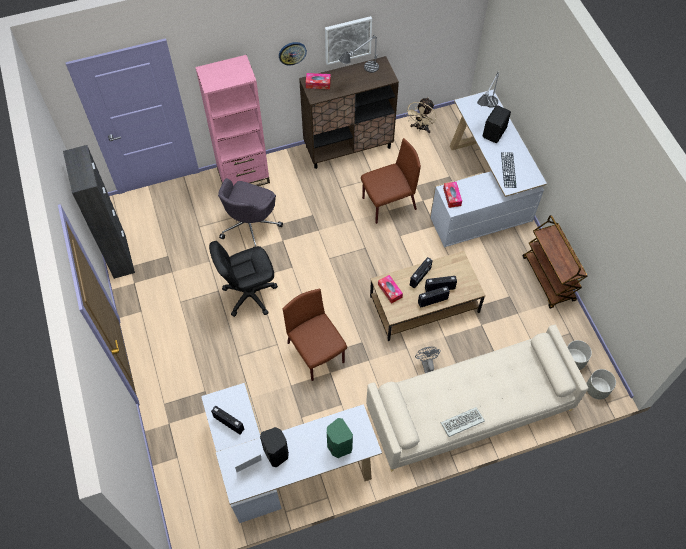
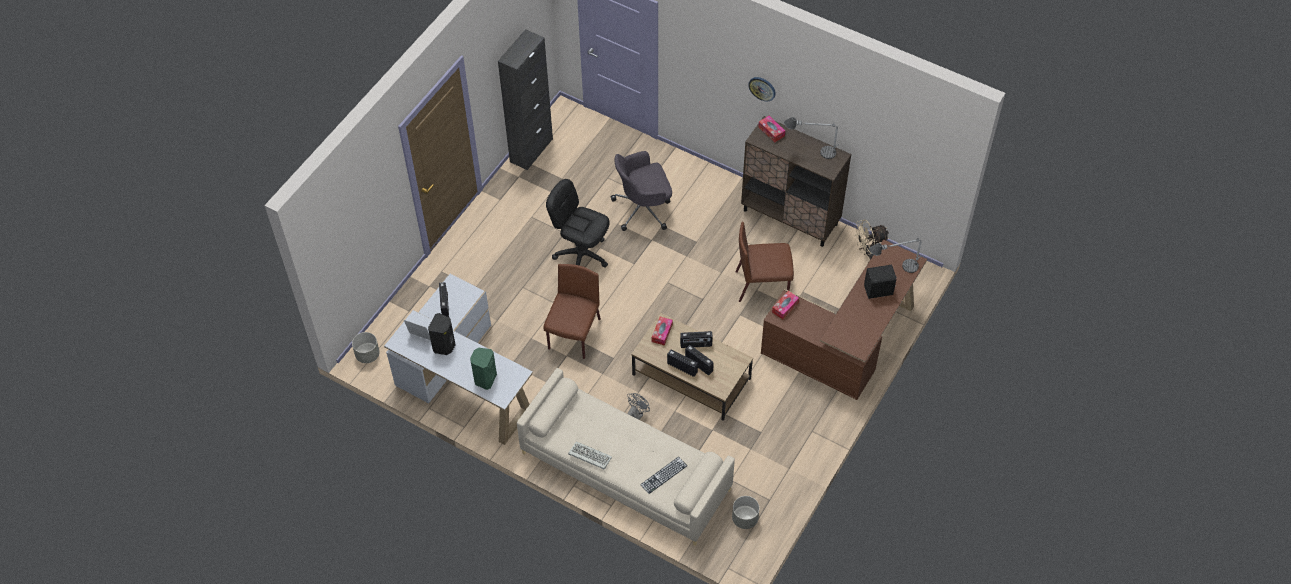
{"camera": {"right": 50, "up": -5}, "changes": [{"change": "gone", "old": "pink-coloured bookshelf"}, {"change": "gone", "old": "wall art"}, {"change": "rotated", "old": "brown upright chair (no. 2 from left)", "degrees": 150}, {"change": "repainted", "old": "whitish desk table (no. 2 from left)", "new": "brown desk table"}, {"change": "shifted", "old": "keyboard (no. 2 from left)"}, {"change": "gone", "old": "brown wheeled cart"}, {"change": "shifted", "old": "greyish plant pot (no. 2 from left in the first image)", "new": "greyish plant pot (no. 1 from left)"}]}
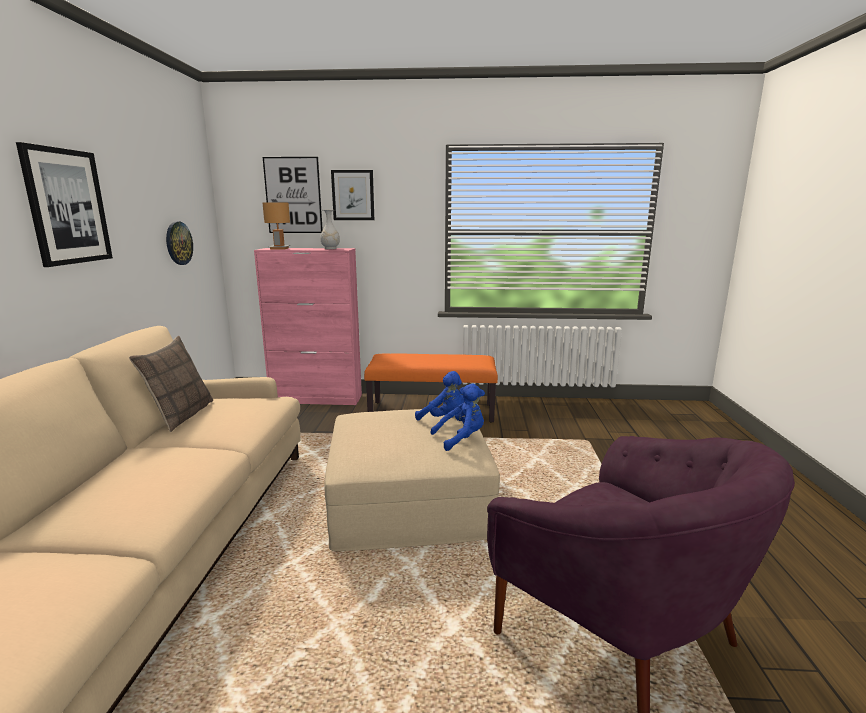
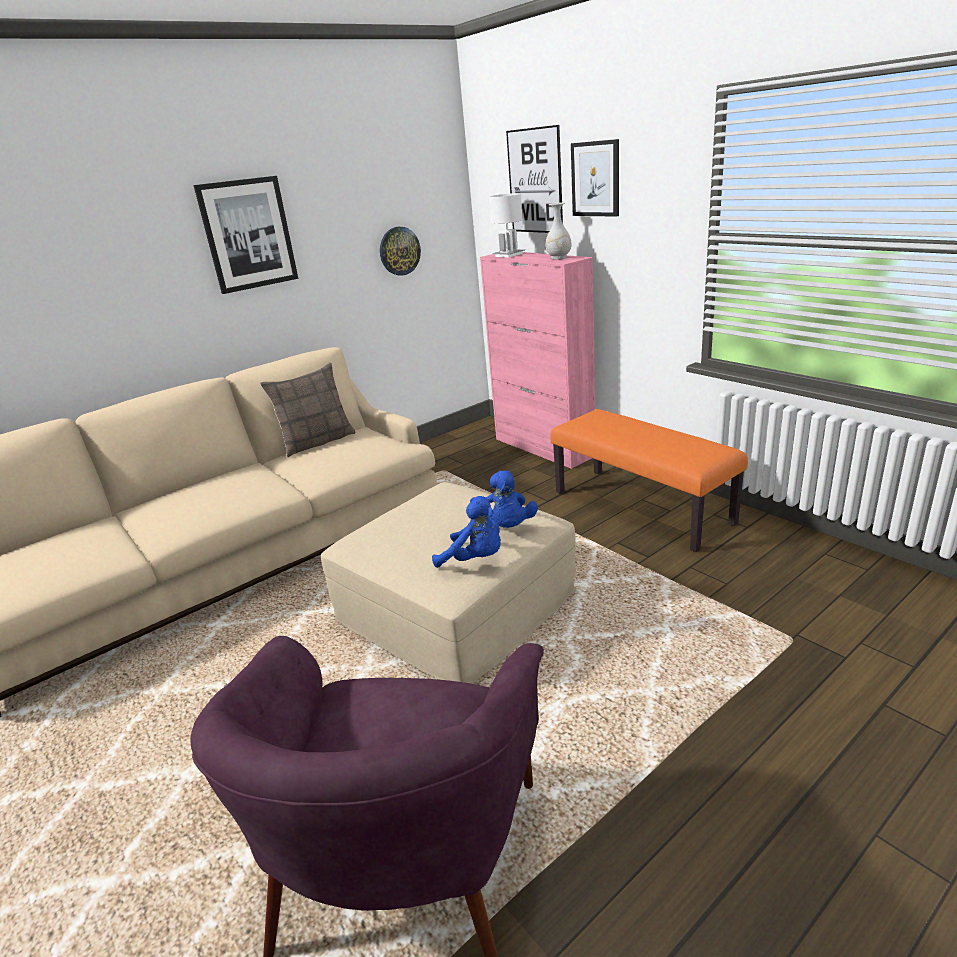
{"camera": {"right": 50, "up": 10}, "changes": [{"change": "repainted", "old": "brown lamp for a table", "new": "whitish lamp for a table"}]}
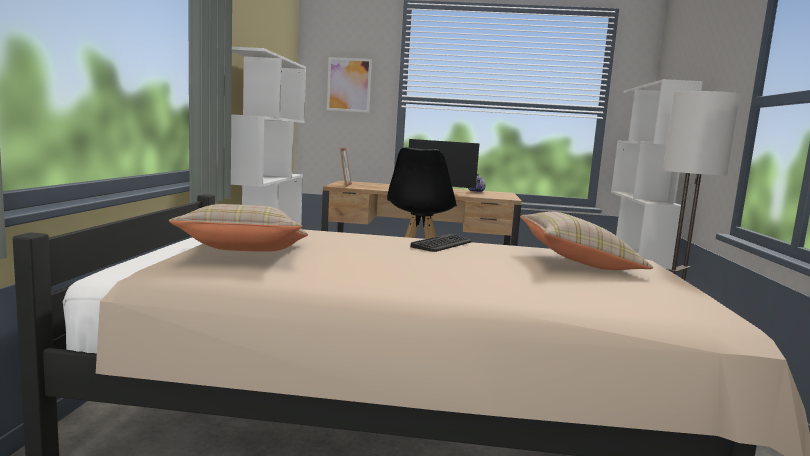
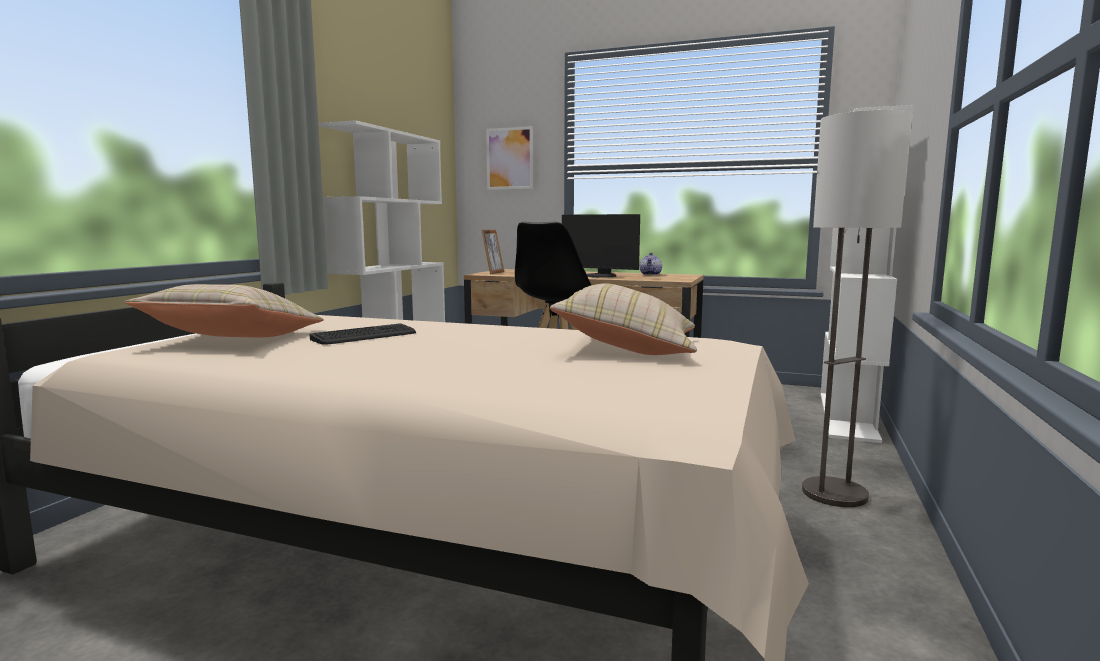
{"camera": {"right": 15, "up": 0}, "changes": [{"change": "shifted", "old": "keyboard"}]}
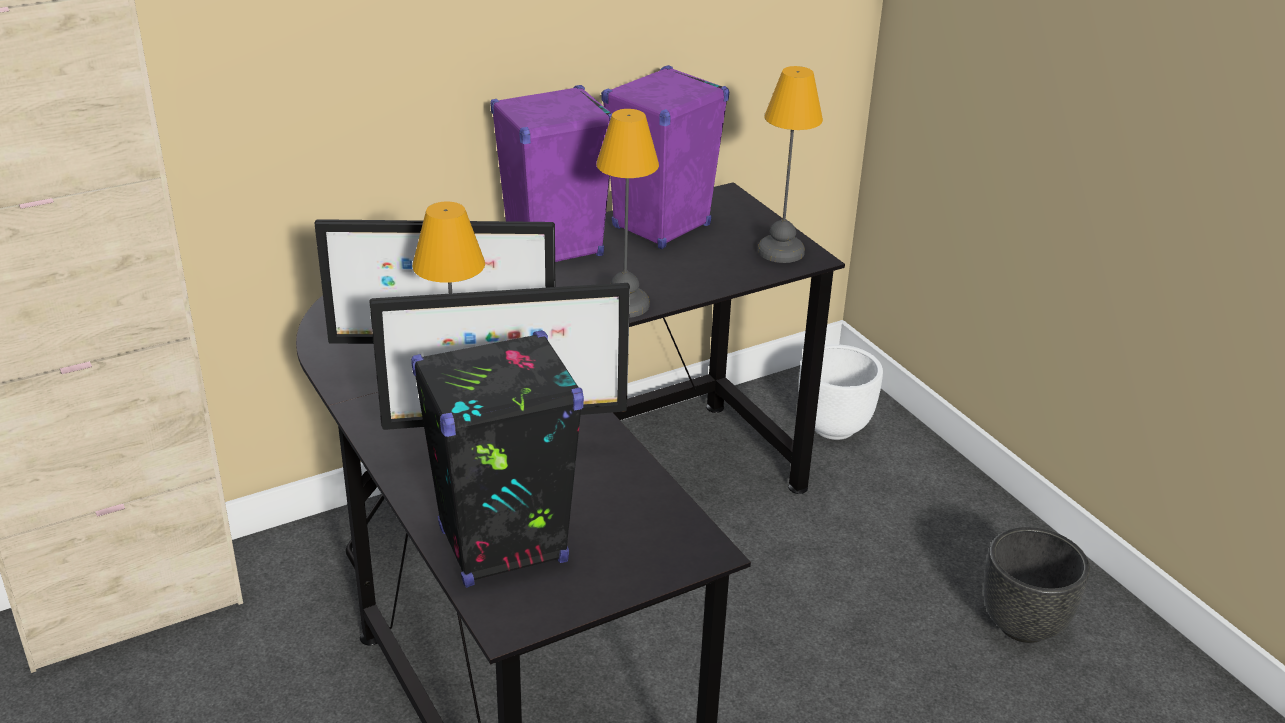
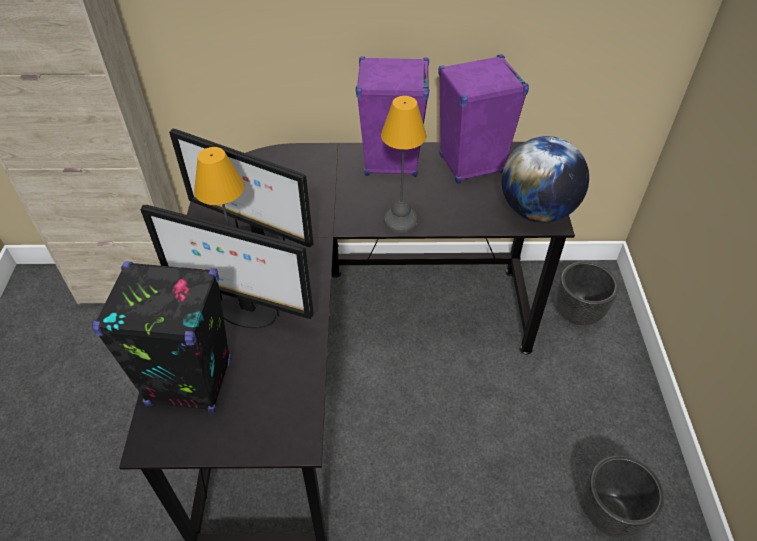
{"camera": {"right": 30, "up": 15}, "changes": [{"change": "swapped", "old": "lamp for a table (no. 3 from left)", "new": "desk globe"}, {"change": "repainted", "old": "whitish plant pot", "new": "black-coloured plant pot (no. 1 from left)"}]}
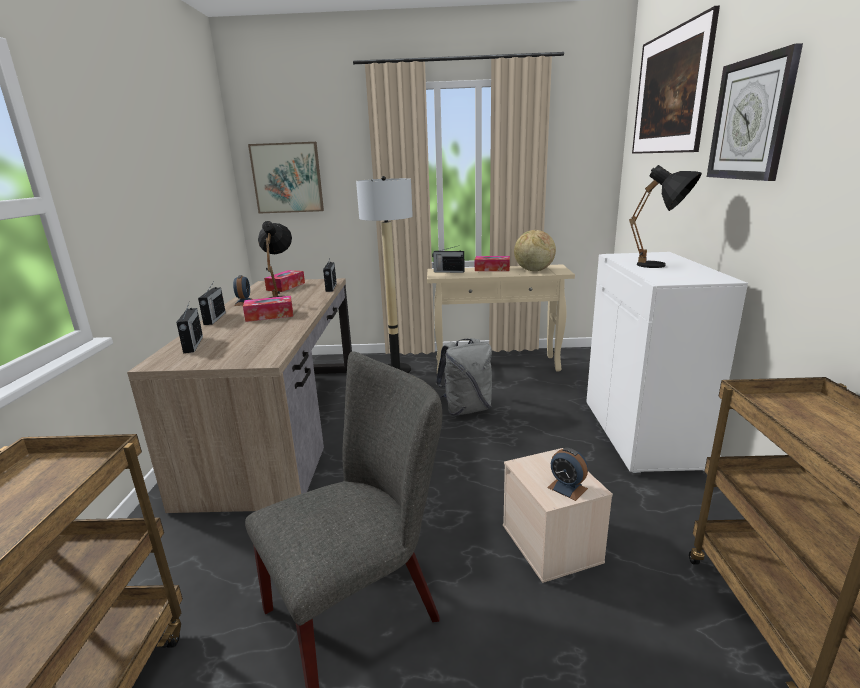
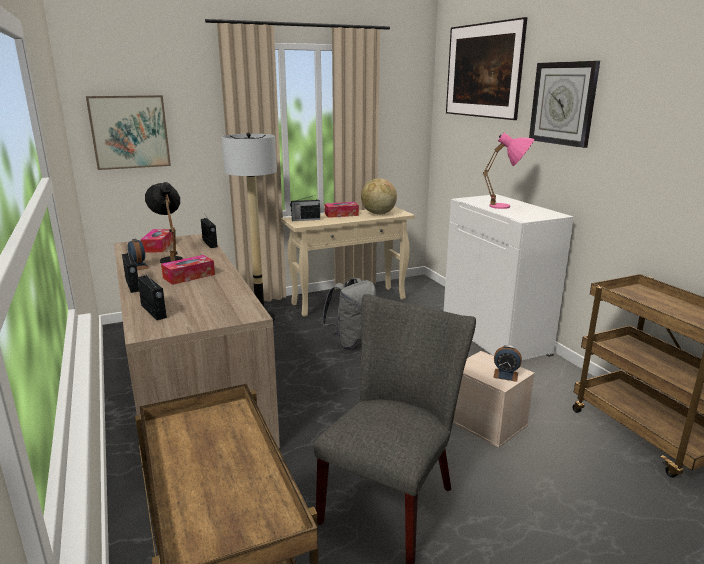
{"camera": {"right": -25, "up": 0}, "changes": [{"change": "repainted", "old": "black-coloured lamp for a table (no. 2 from left)", "new": "pink-coloured lamp for a table"}]}
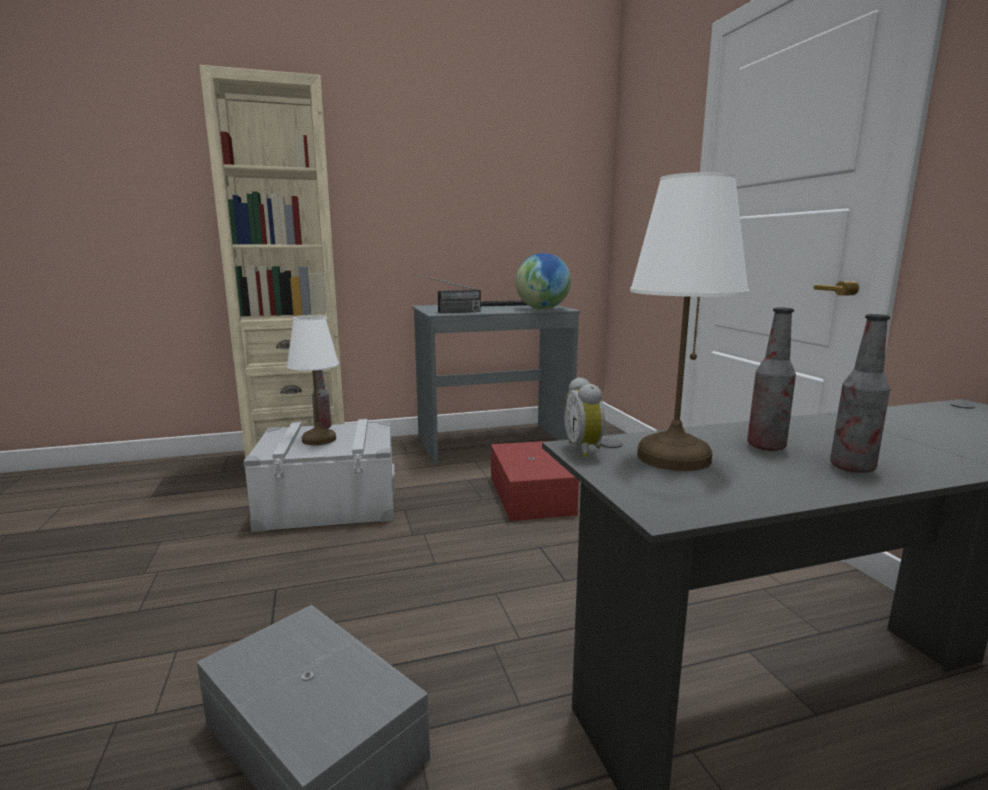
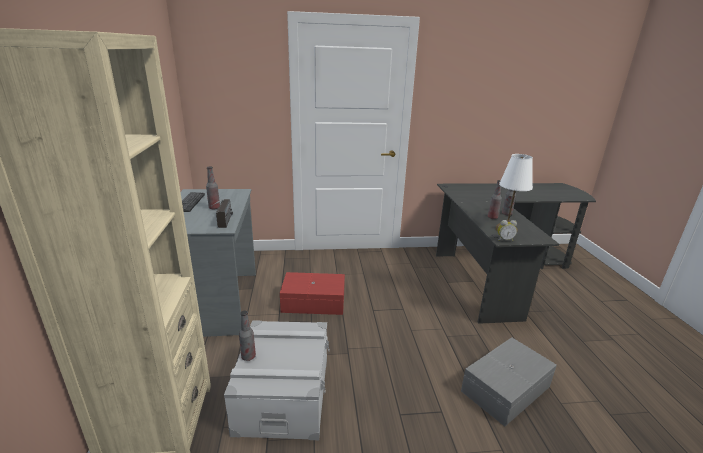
{"camera": {"right": -80, "up": 10}, "changes": [{"change": "gone", "old": "whitish lamp for a table (no. 1 from left)"}, {"change": "gone", "old": "desk globe"}, {"change": "new", "new": "bottle (no. 1 from left)"}]}
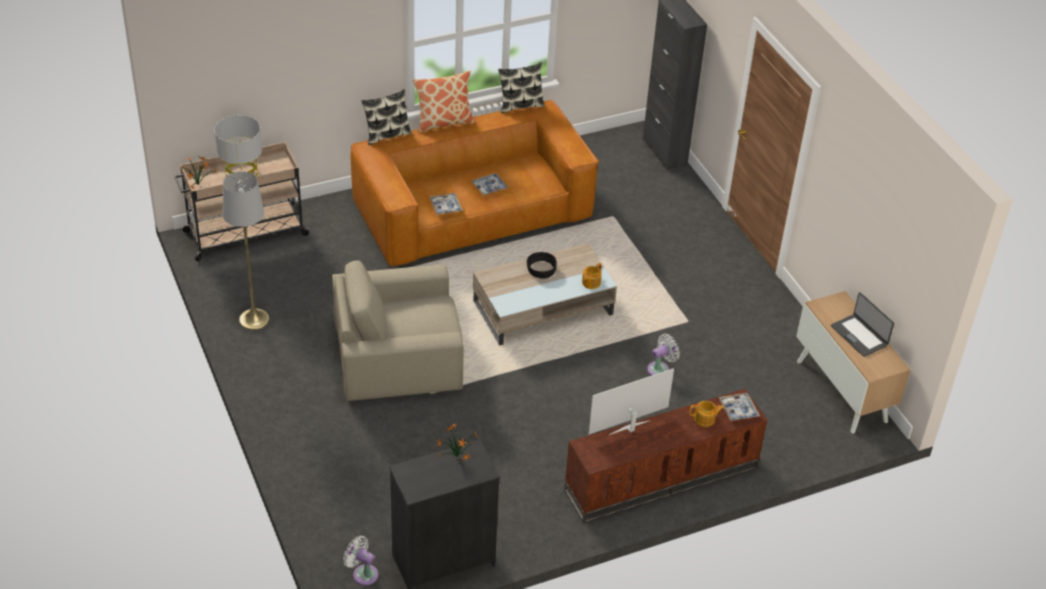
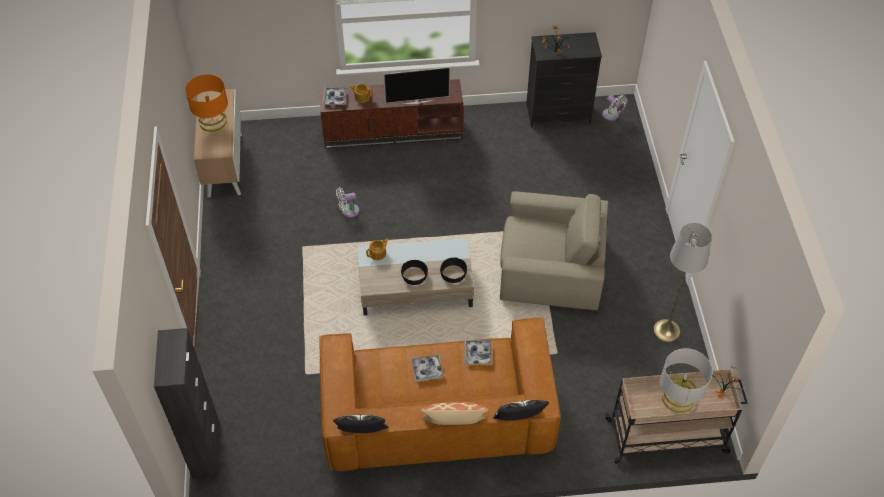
{"camera": {"right": -160, "up": 10}, "changes": [{"change": "swapped", "old": "portable computer", "new": "orangey lamp for a table"}, {"change": "new", "new": "black-coloured deep dish (no. 2 from left)"}]}
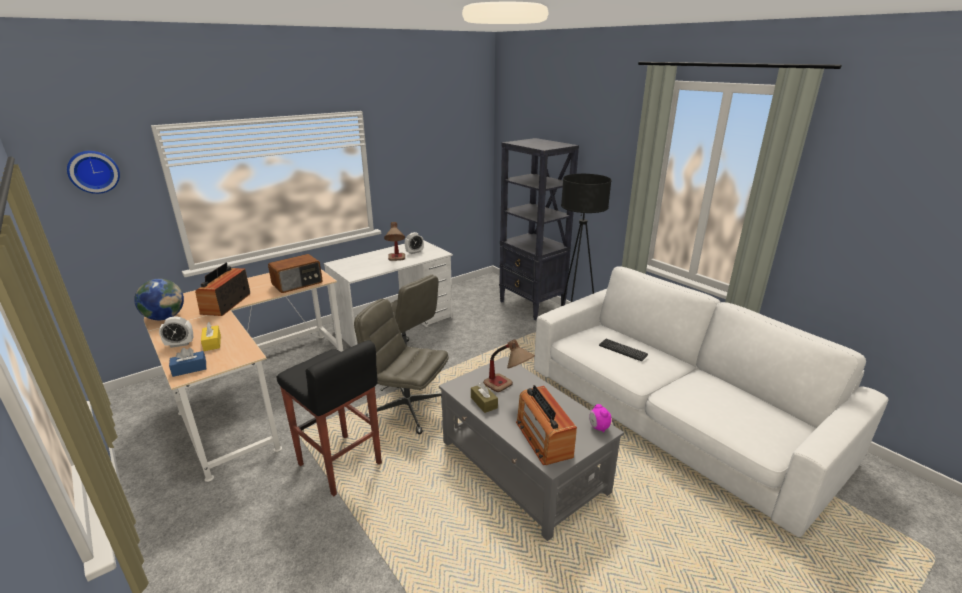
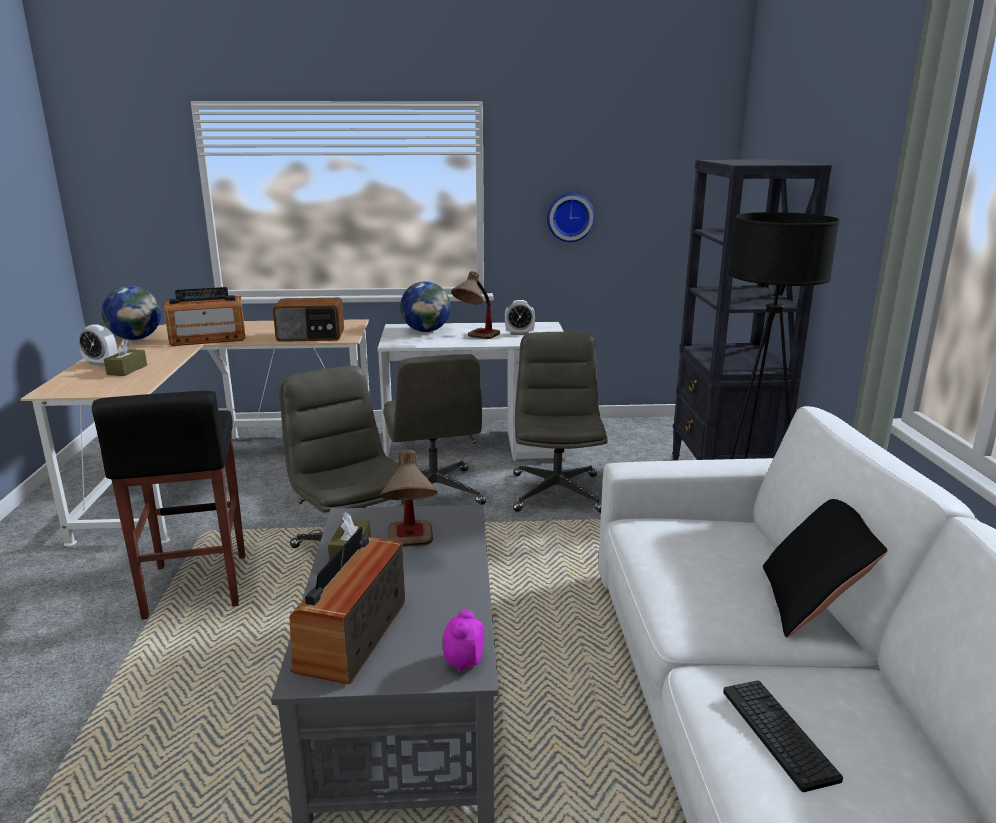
{"camera": {"right": 35, "up": -5}, "changes": [{"change": "shifted", "old": "hanging clock"}, {"change": "gone", "old": "bluish tissue holder"}, {"change": "rotated", "old": "radio (no. 1 from left)", "degrees": -150}, {"change": "repainted", "old": "yellowish tissue holder", "new": "brown tissue holder (no. 1 from left)"}, {"change": "shifted", "old": "keyboard"}, {"change": "new", "new": "desk globe (no. 2 from left)"}, {"change": "new", "new": "greyish office chair (no. 3 from left)"}, {"change": "new", "new": "black-coloured throw pillow"}]}
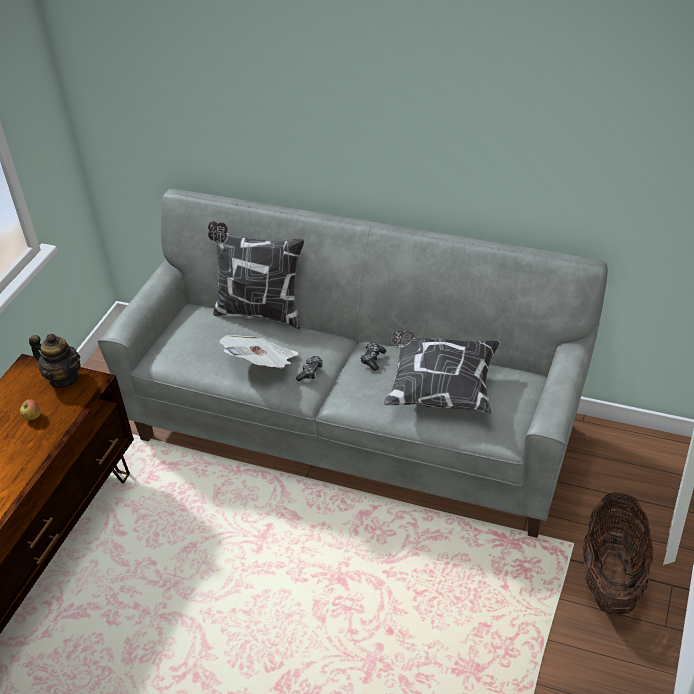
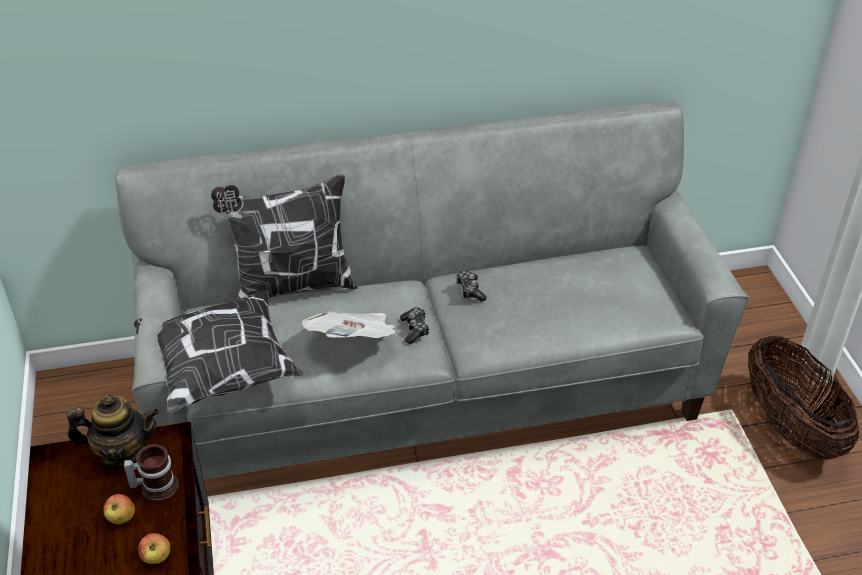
{"camera": {"right": -35, "up": 0}, "changes": [{"change": "shifted", "old": "throw pillow (no. 2 from left in the first image)", "new": "throw pillow (no. 1 from left)"}, {"change": "new", "new": "mug"}, {"change": "new", "new": "apple (no. 2 from left)"}]}
